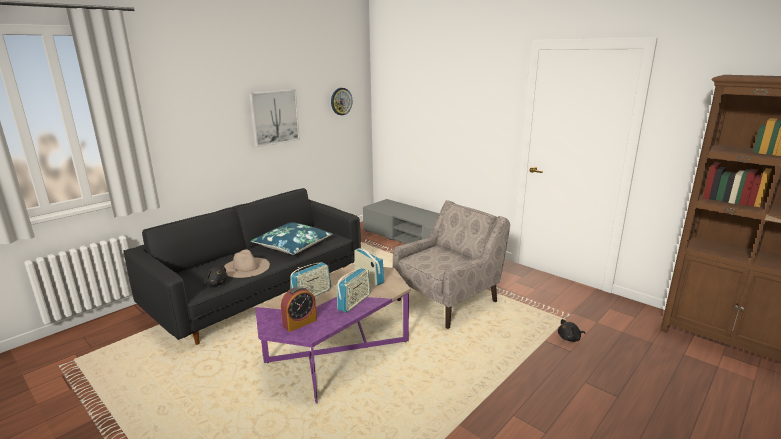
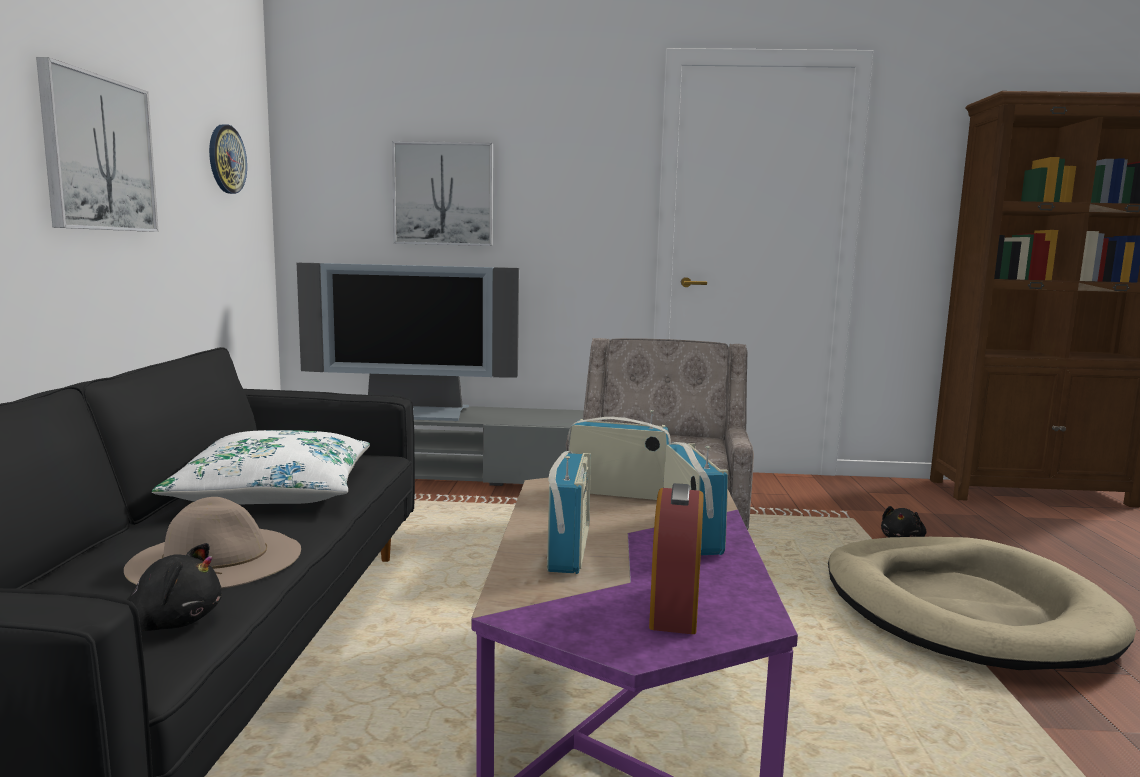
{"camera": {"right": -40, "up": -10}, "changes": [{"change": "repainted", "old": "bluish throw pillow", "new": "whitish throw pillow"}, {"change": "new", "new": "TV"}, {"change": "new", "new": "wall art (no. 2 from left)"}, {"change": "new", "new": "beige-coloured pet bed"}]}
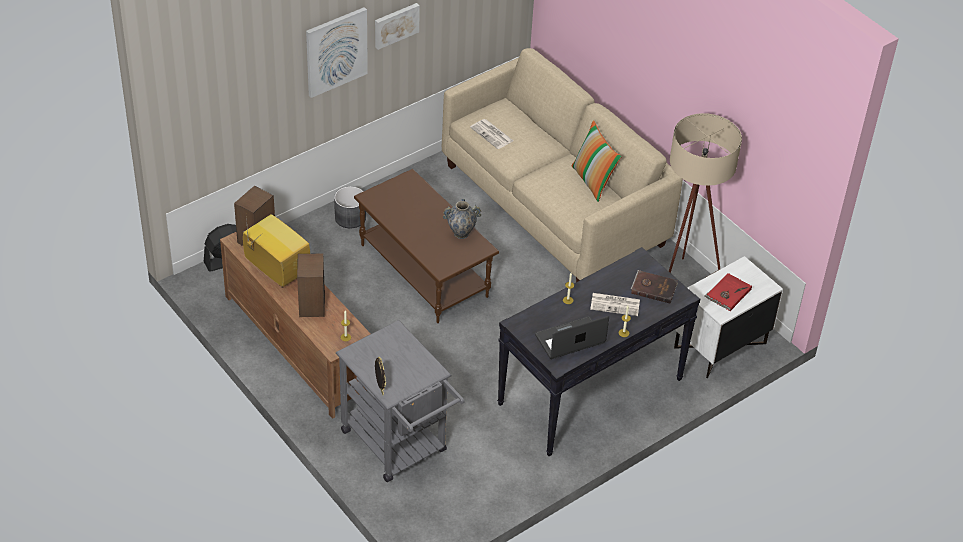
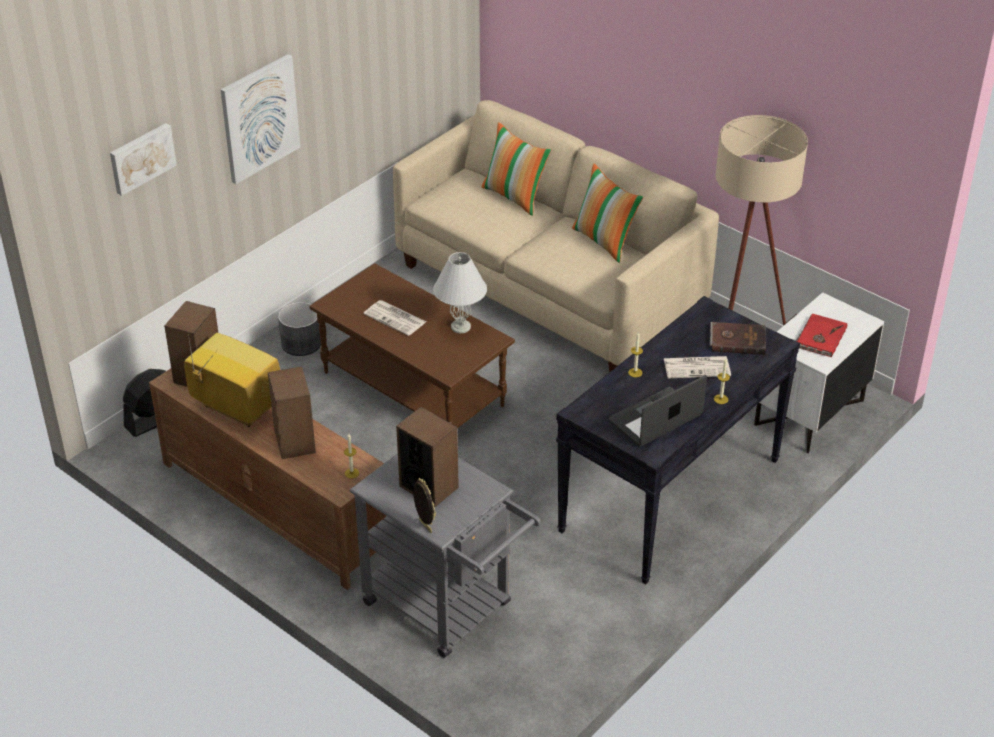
{"camera": {"right": -10, "up": -5}, "changes": [{"change": "shifted", "old": "wall art (no. 2 from left in the first image)", "new": "wall art (no. 1 from left)"}, {"change": "swapped", "old": "decorative vase", "new": "whitish lamp for a table"}, {"change": "shifted", "old": "newspaper (no. 1 from left)"}, {"change": "new", "new": "audio speaker (no. 3 from left)"}, {"change": "new", "new": "throw pillow (no. 1 from left)"}]}
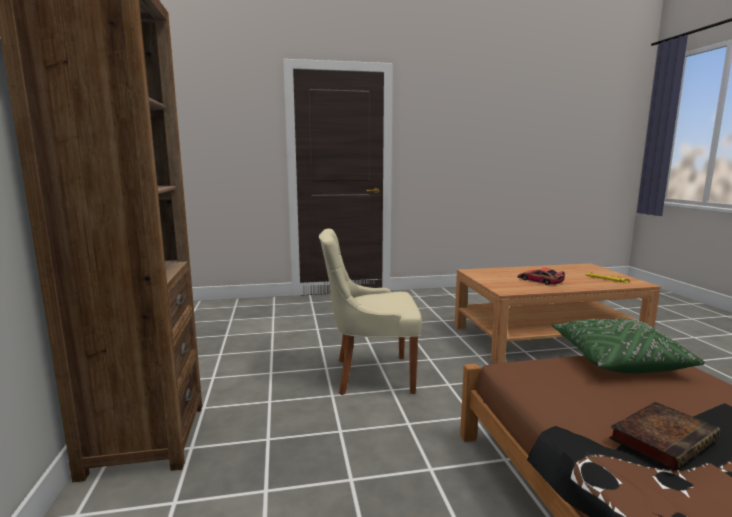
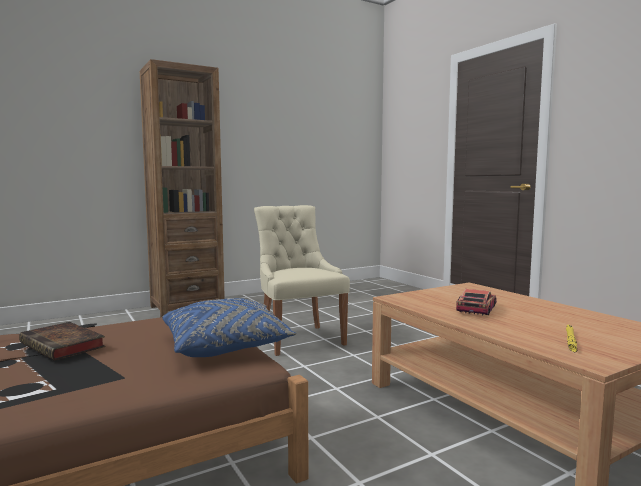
{"camera": {"right": 70, "up": -5}, "changes": [{"change": "repainted", "old": "green-coloured throw pillow", "new": "bluish throw pillow"}]}
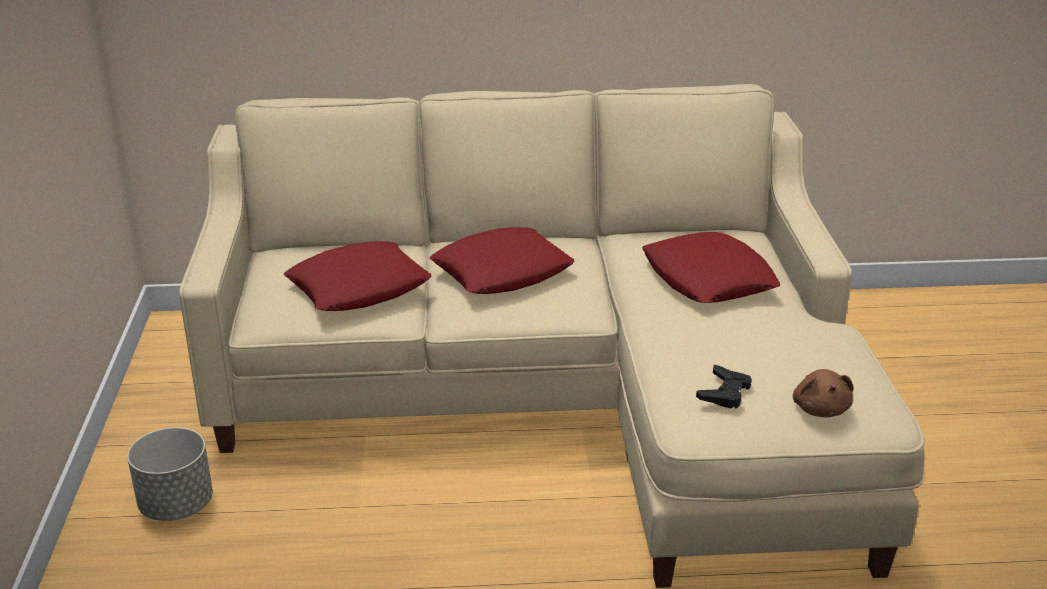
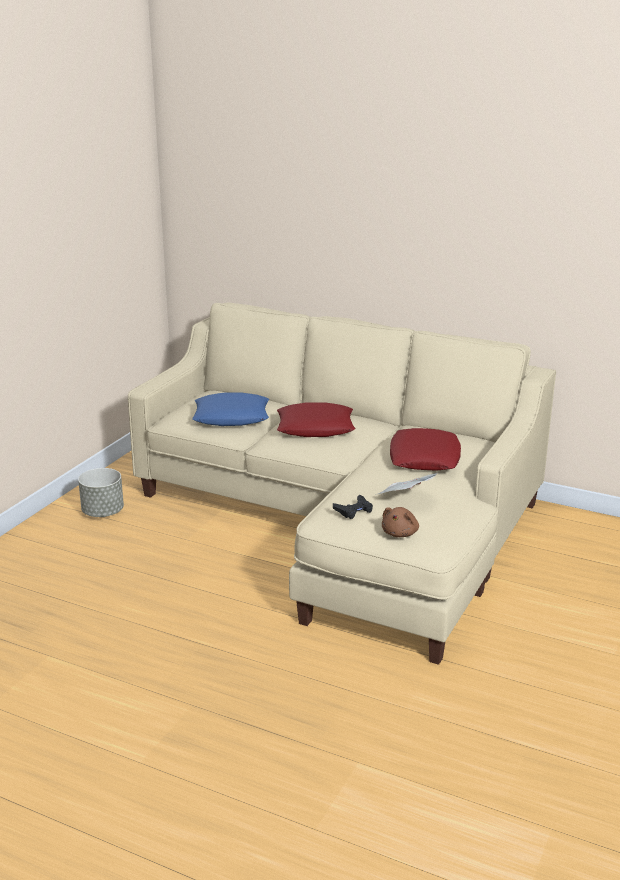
{"camera": {"right": 30, "up": -5}, "changes": [{"change": "repainted", "old": "reddish throw pillow (no. 1 from left)", "new": "bluish throw pillow"}, {"change": "new", "new": "newspaper"}]}
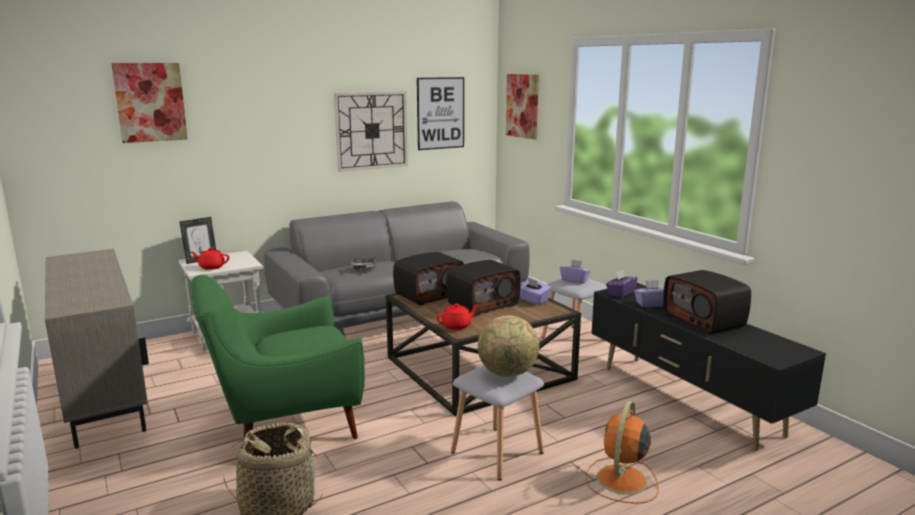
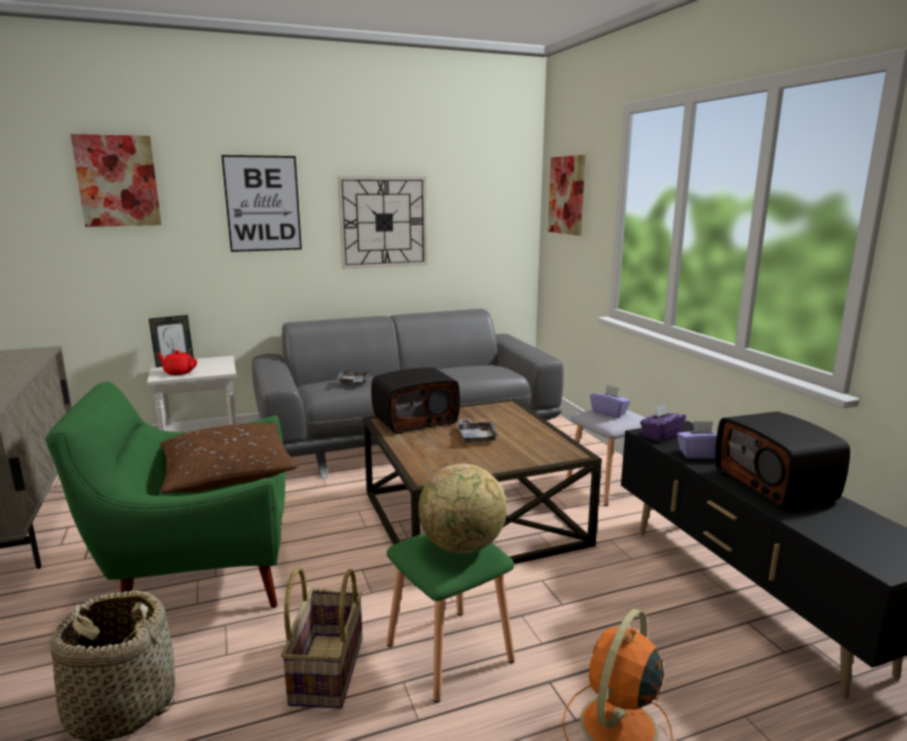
{"camera": {"right": 10, "up": 0}, "changes": [{"change": "shifted", "old": "wall art (no. 2 from left)"}, {"change": "gone", "old": "reddish tea pot (no. 2 from left)"}, {"change": "swapped", "old": "radio (no. 2 from left)", "new": "greyish serving tray (no. 2 from left)"}, {"change": "repainted", "old": "greyish stool (no. 1 from left)", "new": "green-coloured stool"}, {"change": "gone", "old": "purple-coloured tissue holder (no. 1 from left)"}, {"change": "new", "new": "brown throw pillow"}, {"change": "new", "new": "household basket (no. 2 from left)"}]}
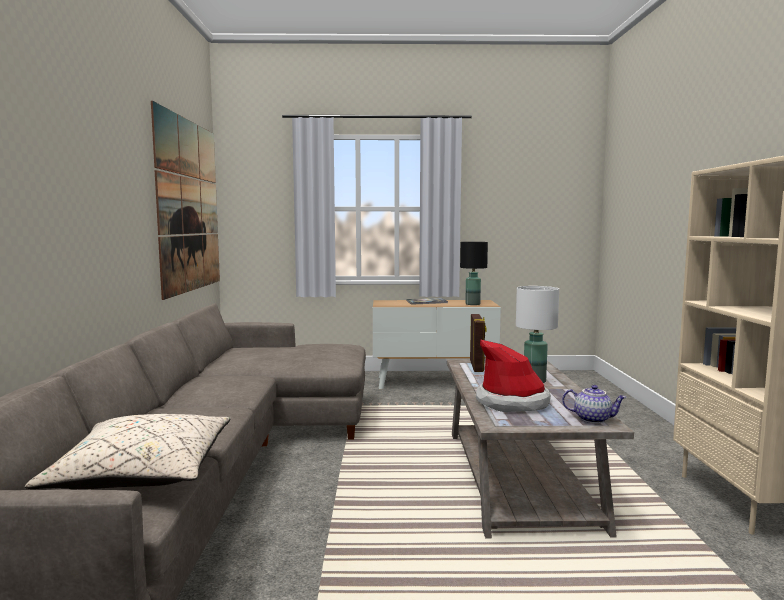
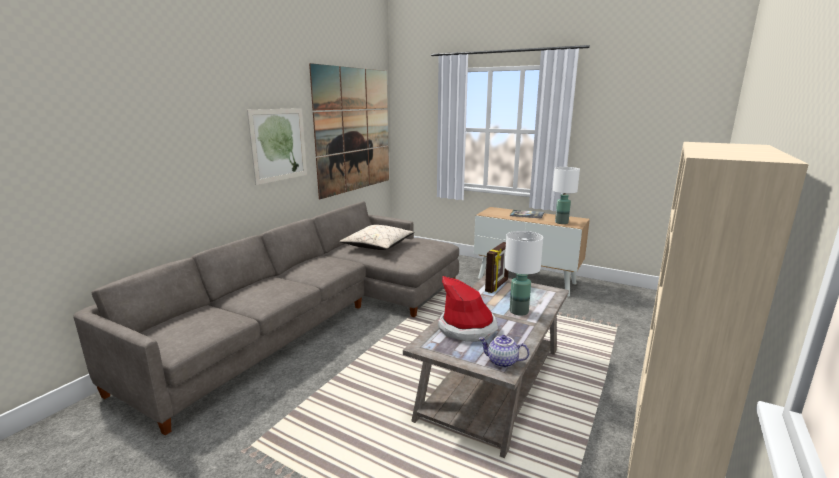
{"camera": {"right": 30, "up": 10}, "changes": [{"change": "shifted", "old": "beige-coloured throw pillow"}, {"change": "repainted", "old": "black-coloured lamp for a table", "new": "whitish lamp for a table (no. 2 from left)"}, {"change": "rotated", "old": "tea pot", "degrees": 150}, {"change": "new", "new": "wall art (no. 1 from left)"}]}
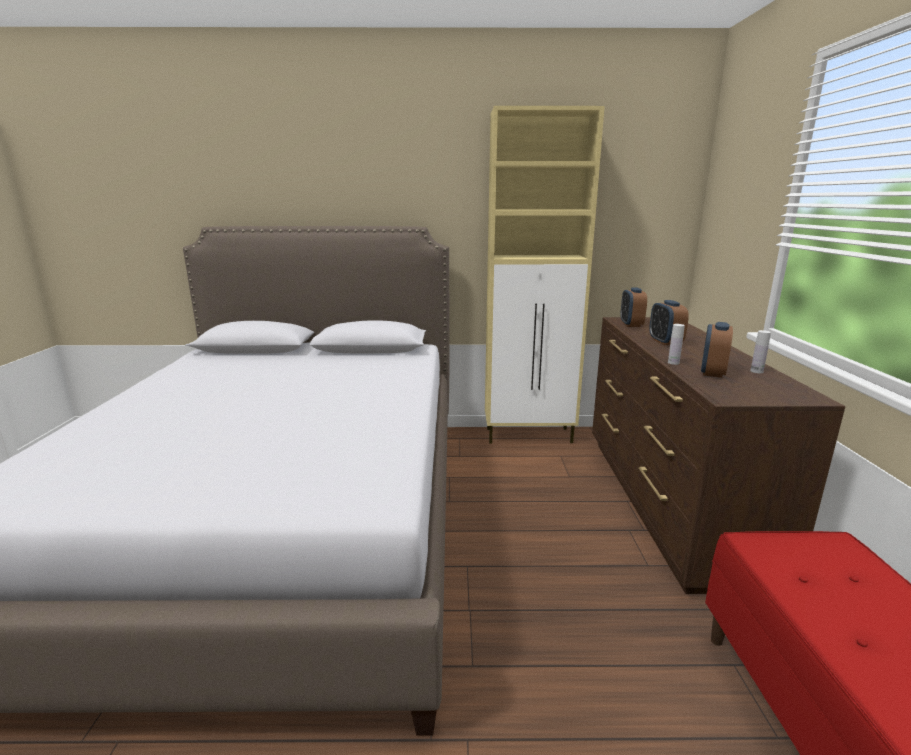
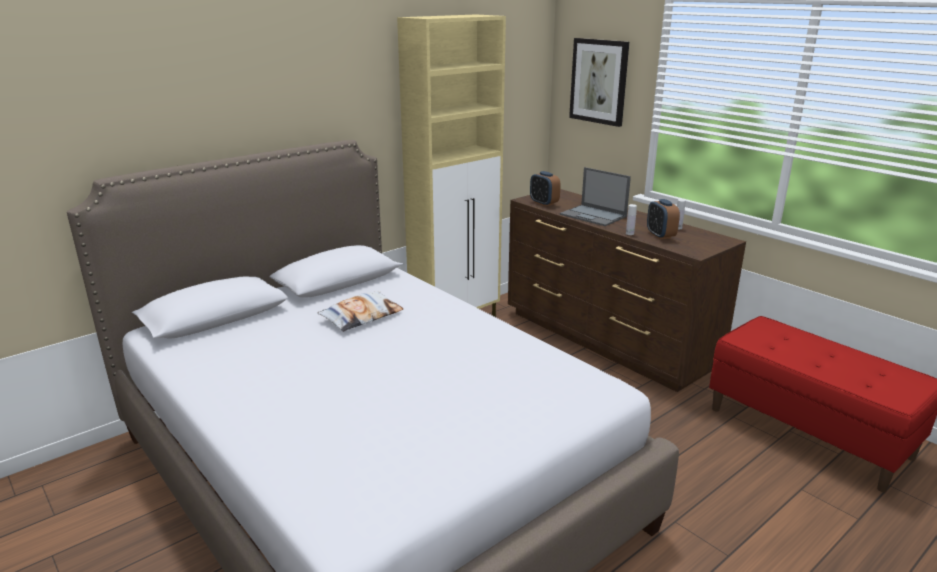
{"camera": {"right": -40, "up": 5}, "changes": [{"change": "swapped", "old": "table clock (no. 2 from left)", "new": "portable computer"}, {"change": "new", "new": "throw pillow"}, {"change": "new", "new": "wall art"}]}
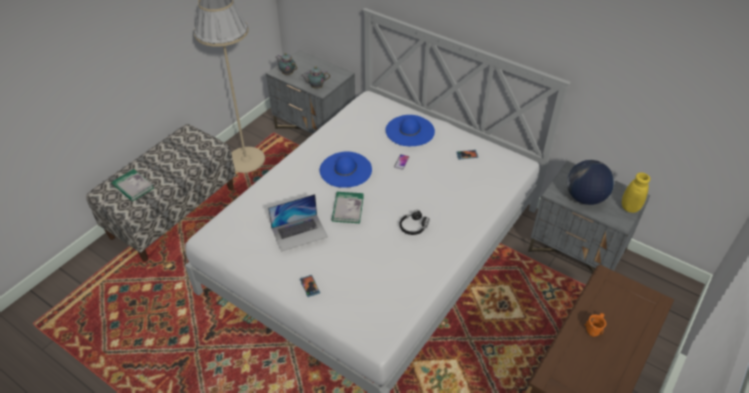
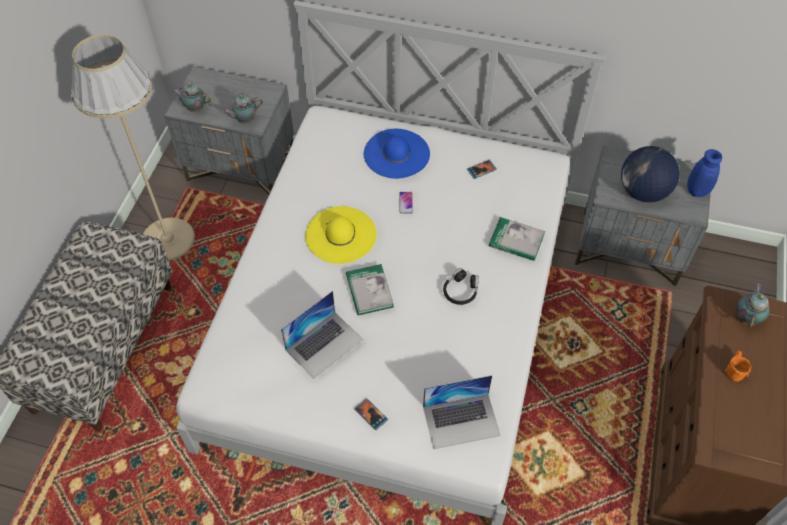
{"camera": {"right": -20, "up": 10}, "changes": [{"change": "shifted", "old": "book (no. 1 from left in the first image)", "new": "book (no. 2 from left)"}, {"change": "repainted", "old": "bluish wearable hat (no. 1 from left)", "new": "yellowish wearable hat"}, {"change": "repainted", "old": "yellowish decorative vase", "new": "bluish decorative vase"}, {"change": "new", "new": "portable computer (no. 2 from left)"}, {"change": "new", "new": "tea pot (no. 3 from left)"}]}
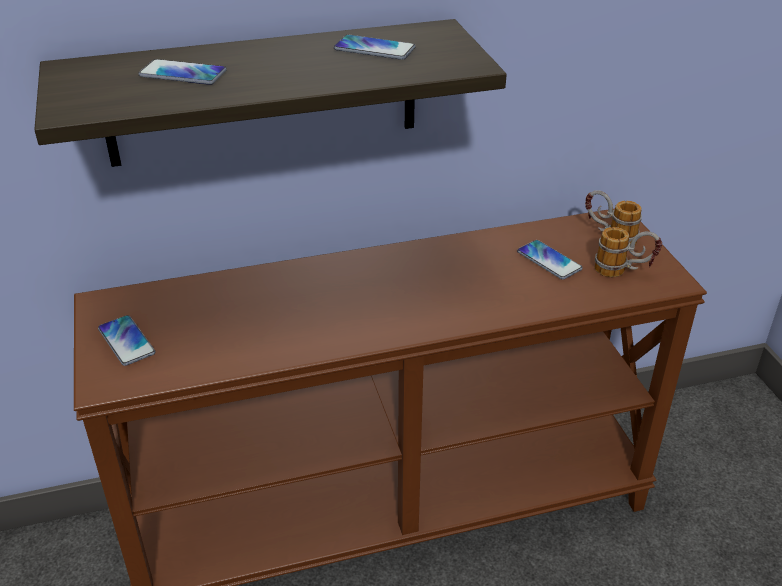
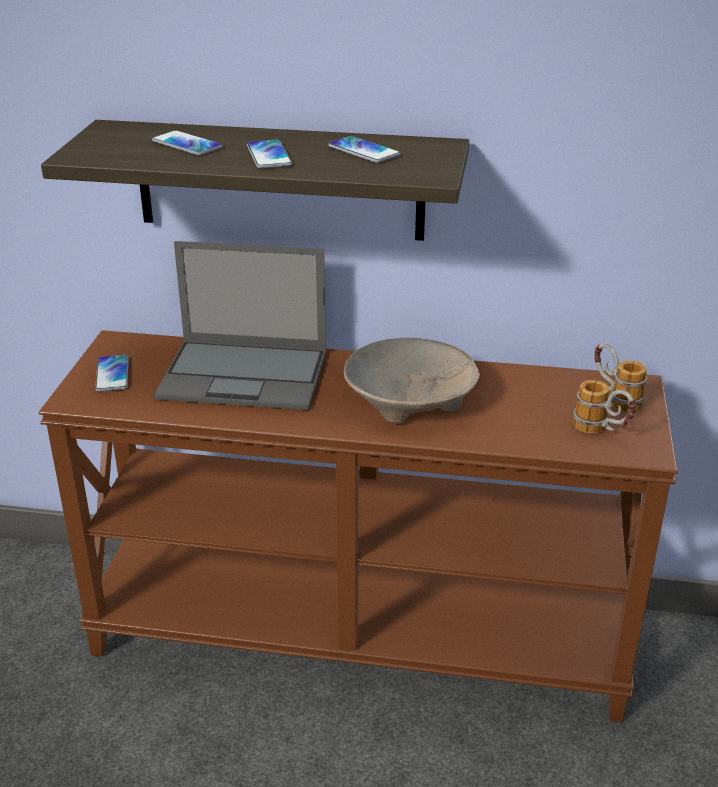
{"camera": {"right": 25, "up": -5}, "changes": [{"change": "shifted", "old": "handset (no. 4 from left in the first image)", "new": "handset (no. 3 from left)"}, {"change": "new", "new": "portable computer"}, {"change": "new", "new": "beige-coloured deep dish"}]}
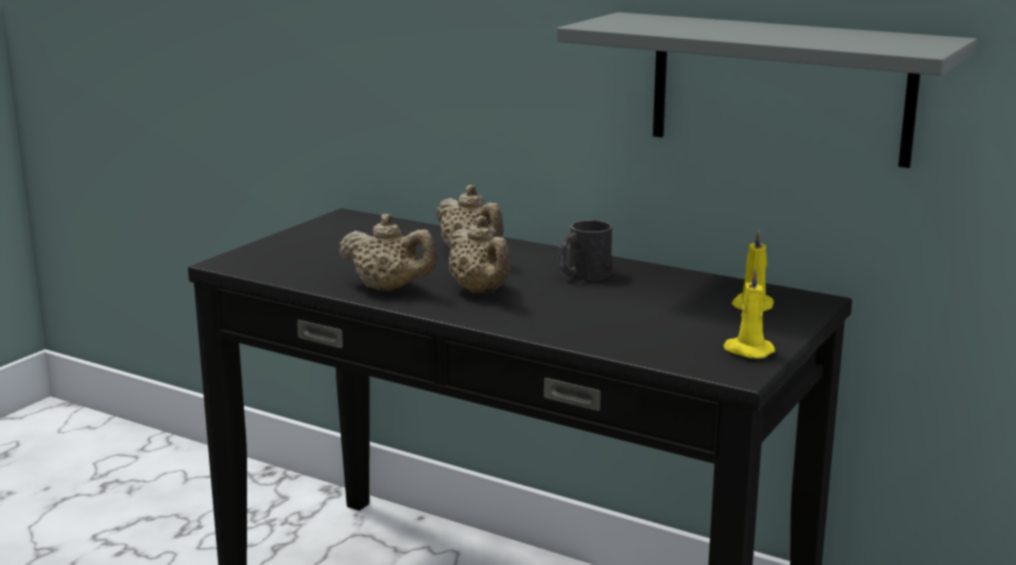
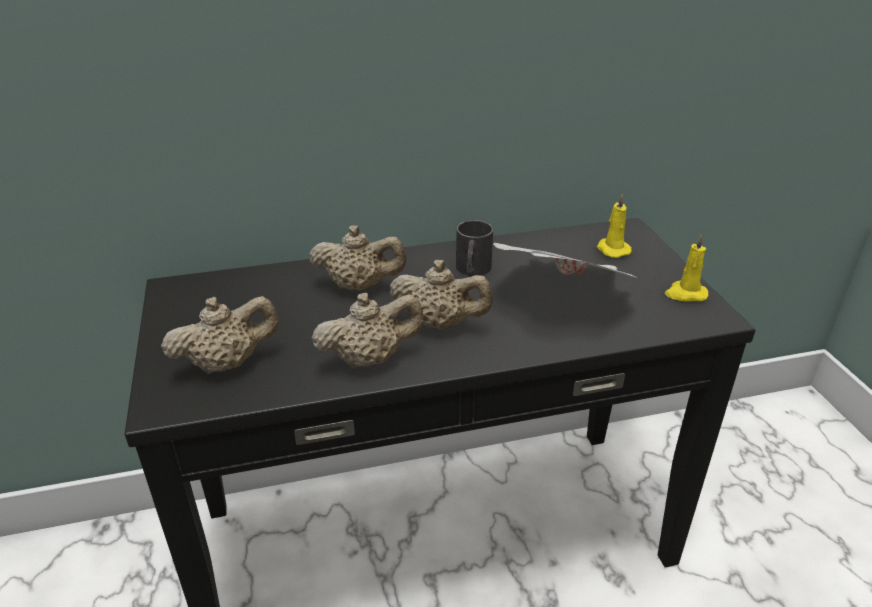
{"camera": {"right": -45, "up": 15}, "changes": [{"change": "gone", "old": "greyish shelf"}, {"change": "new", "new": "beige-coloured tea pot (no. 1 from left)"}, {"change": "new", "new": "newspaper"}]}
